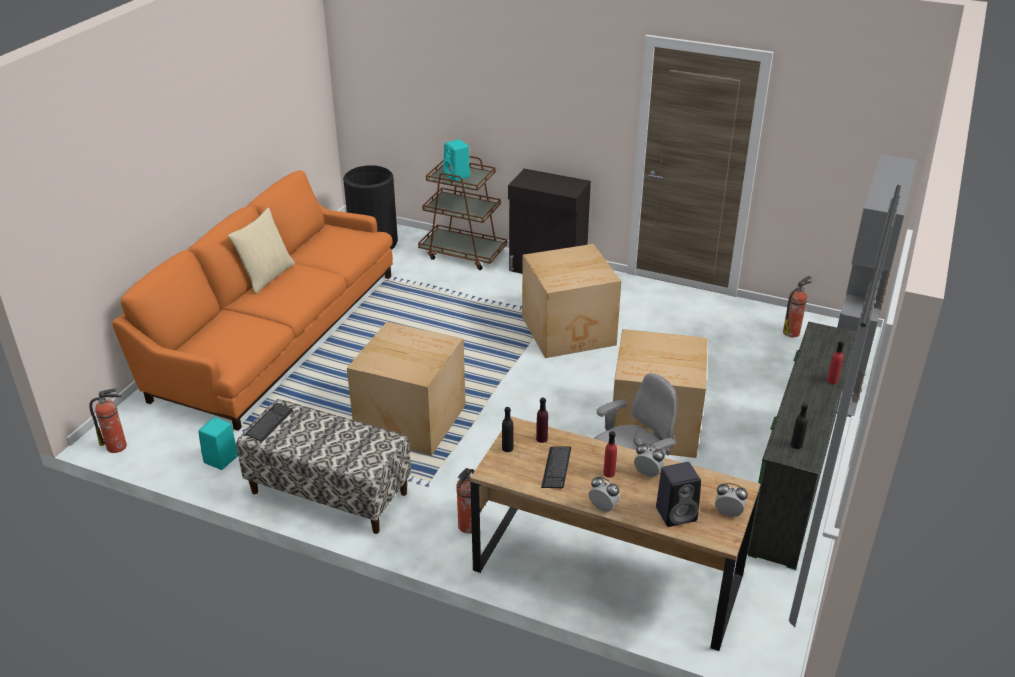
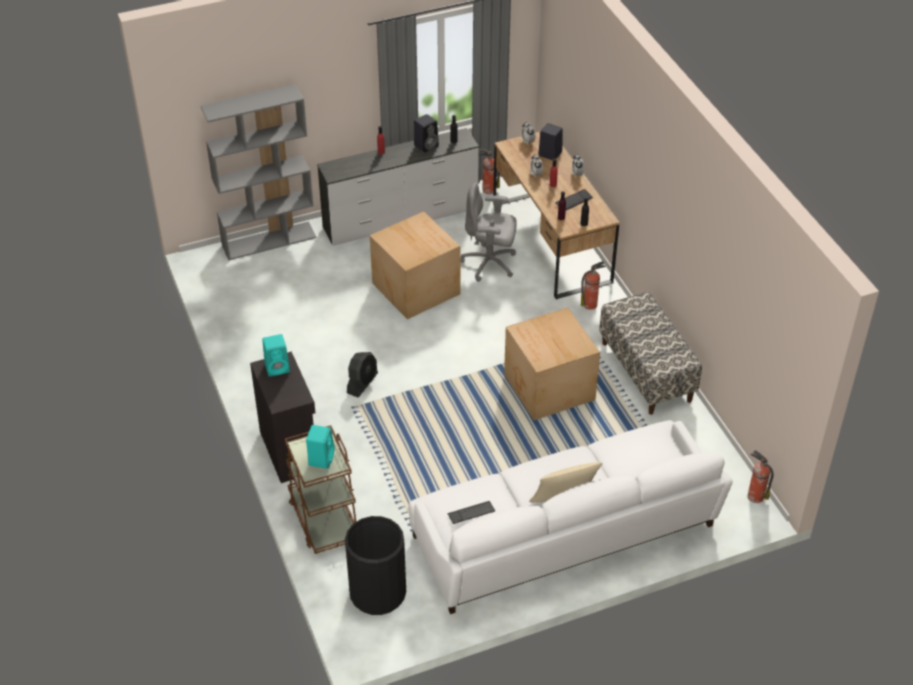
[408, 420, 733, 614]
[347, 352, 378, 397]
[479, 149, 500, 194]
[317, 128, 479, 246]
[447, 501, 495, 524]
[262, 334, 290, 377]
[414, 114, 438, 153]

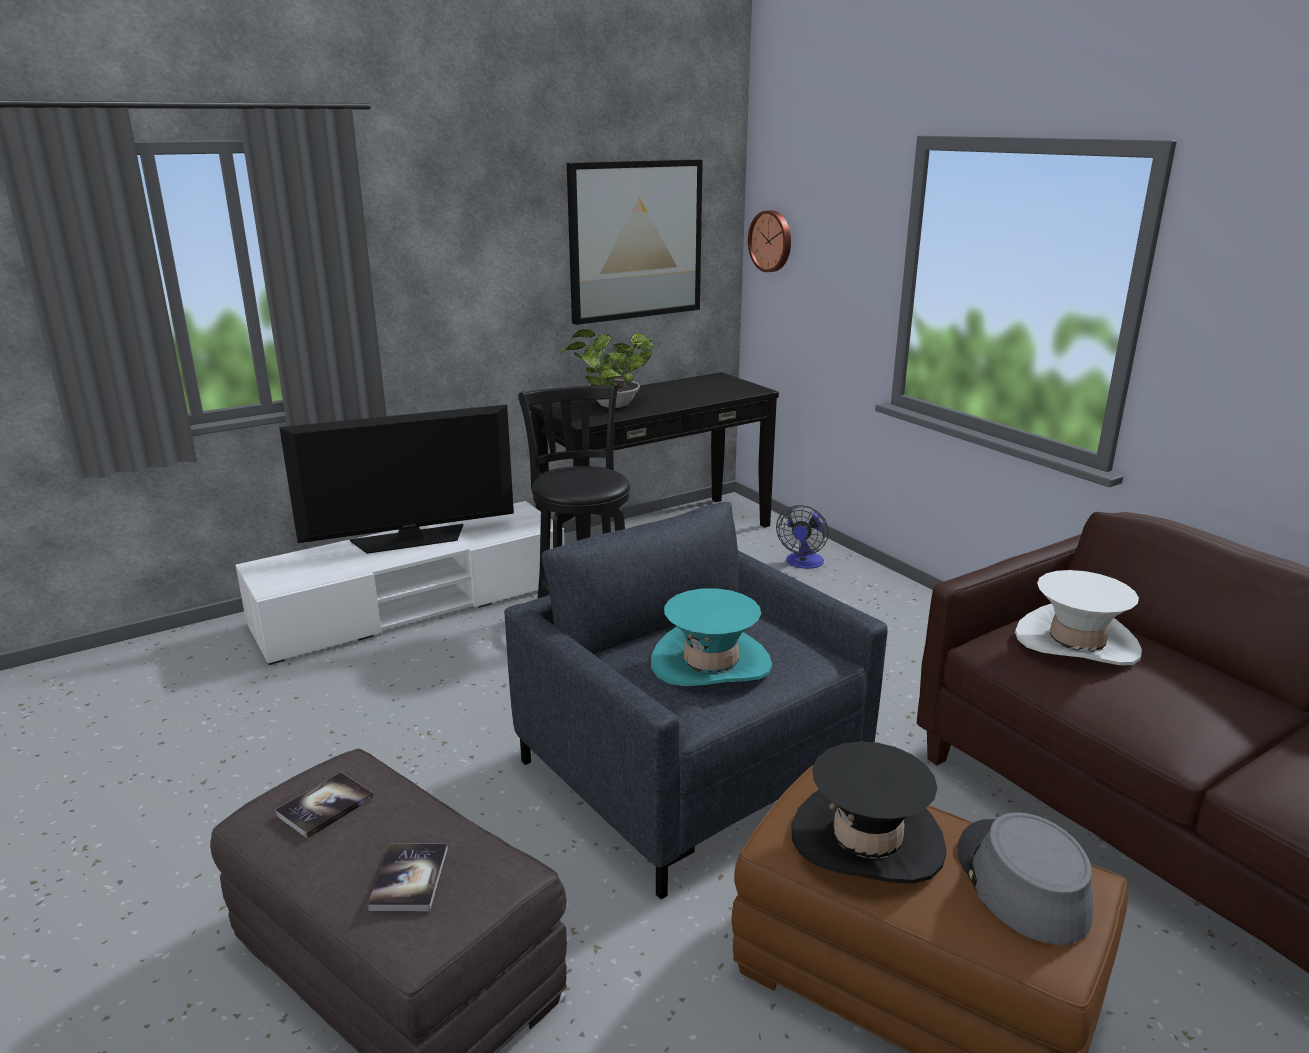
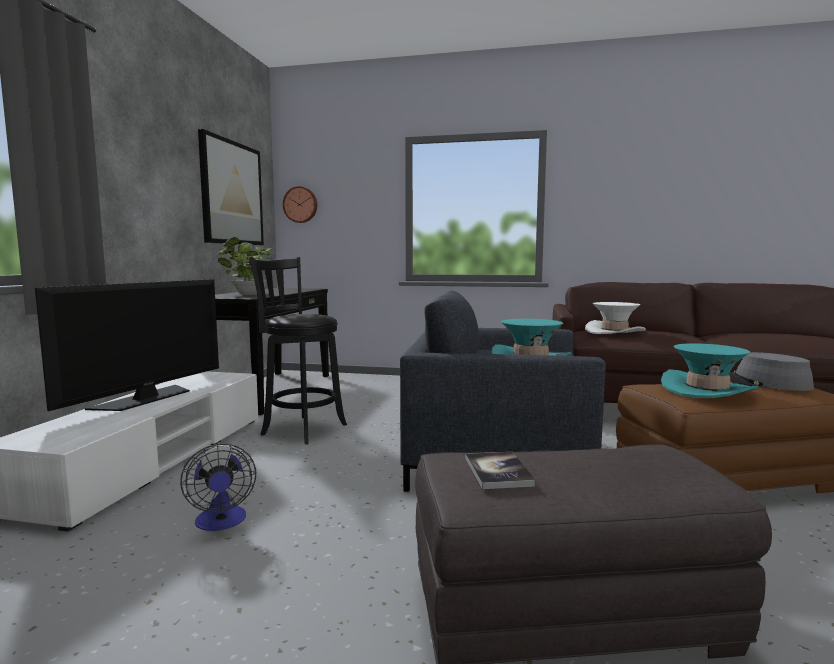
[180, 443, 256, 531]
[661, 343, 758, 398]
[367, 844, 448, 911] (first image)

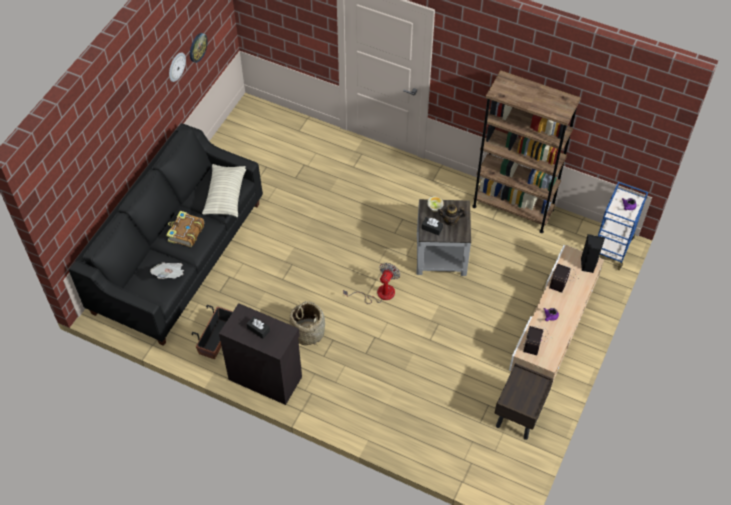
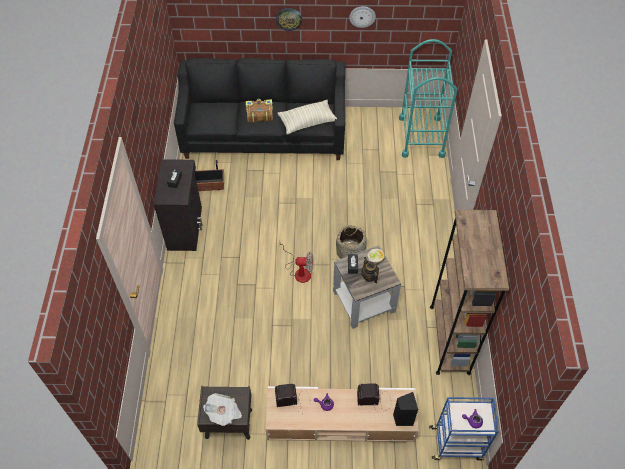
[276, 8, 302, 31]
[203, 393, 242, 426]
[336, 225, 367, 259]
[399, 39, 458, 158]

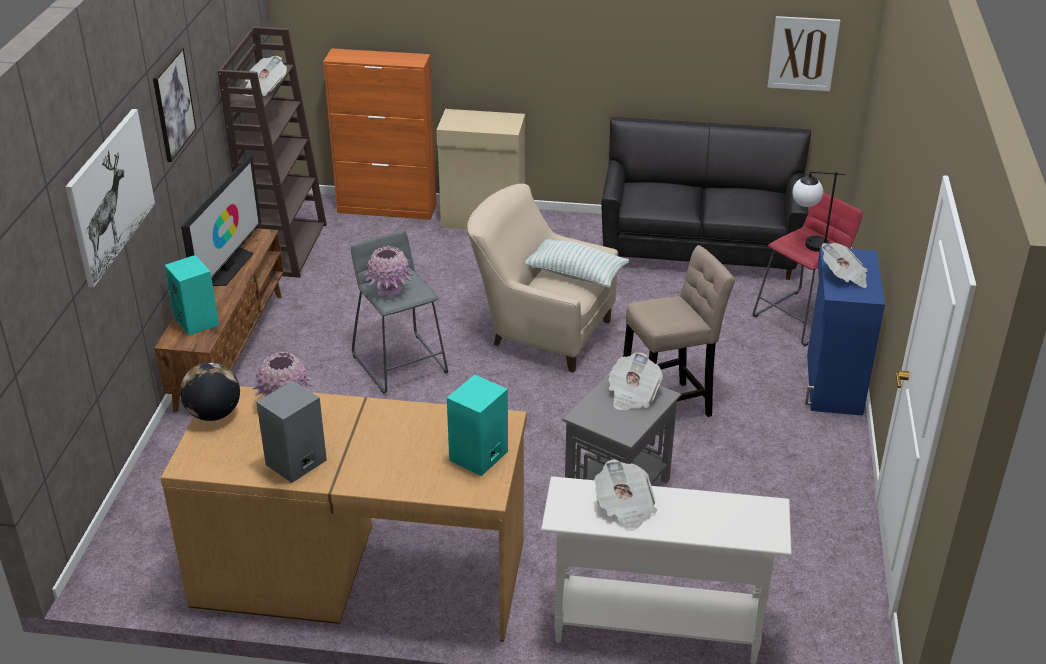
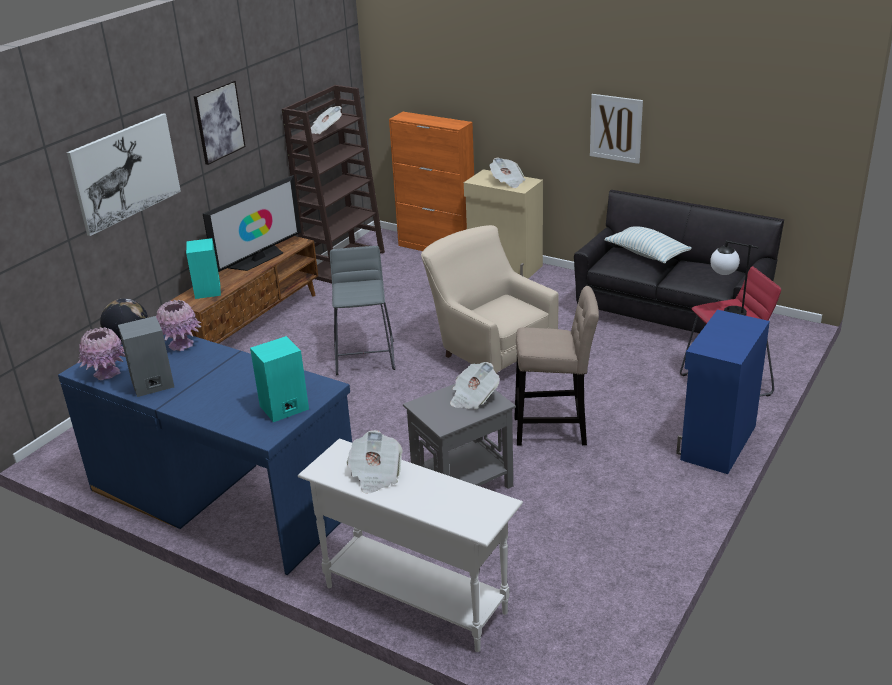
[590, 94, 643, 164]
[604, 226, 692, 264]
[489, 158, 526, 188]
[77, 327, 125, 380]
[58, 334, 352, 575]

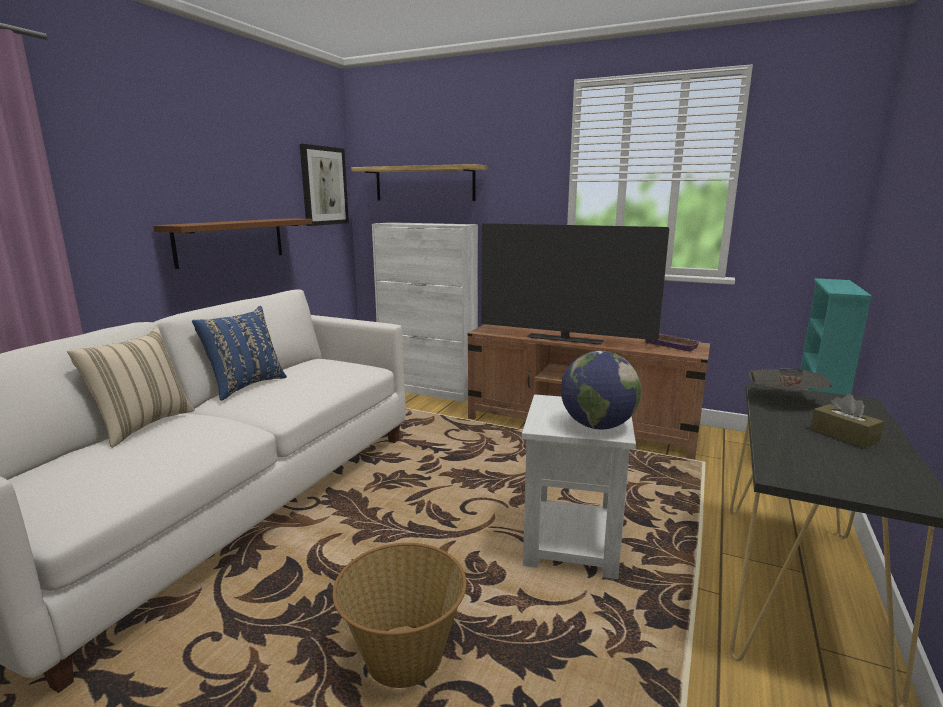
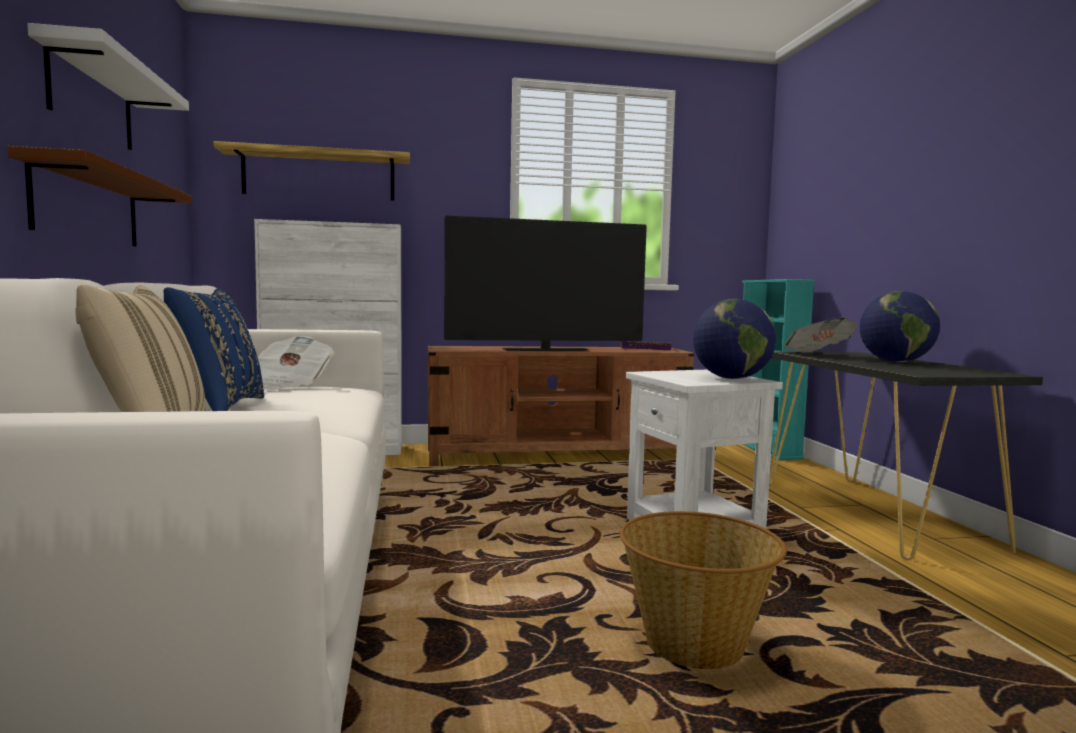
[300, 144, 349, 226] (first image)
[860, 291, 940, 362]
[27, 23, 189, 150]
[258, 336, 334, 391]

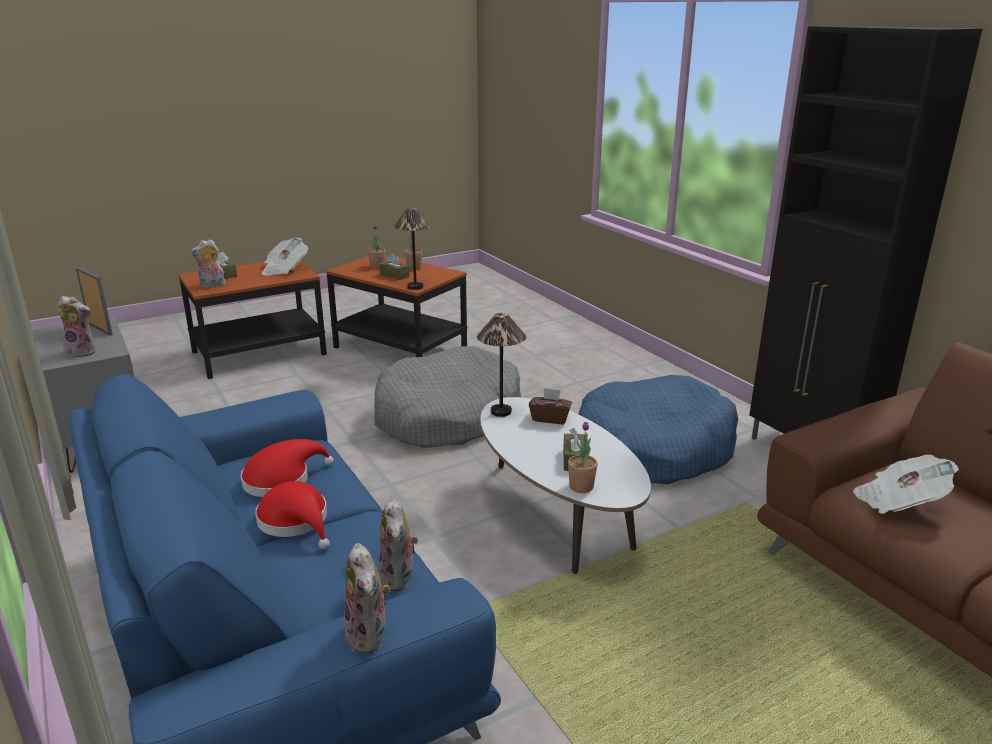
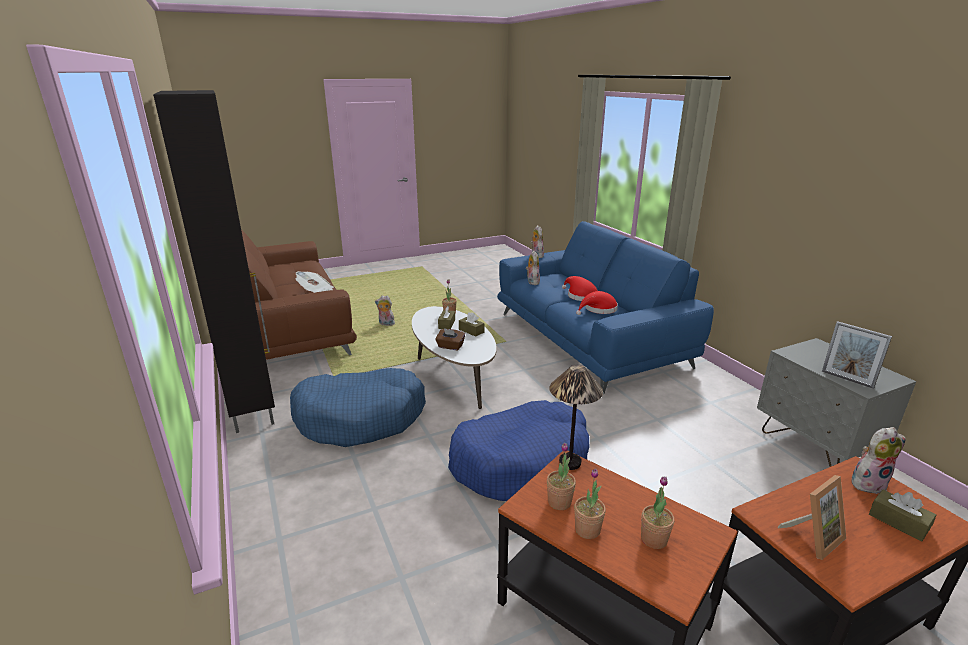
[778, 475, 846, 560]
[459, 312, 484, 337]
[375, 295, 395, 326]
[477, 313, 526, 417] (first image)
[448, 400, 589, 501]
[547, 443, 576, 510]

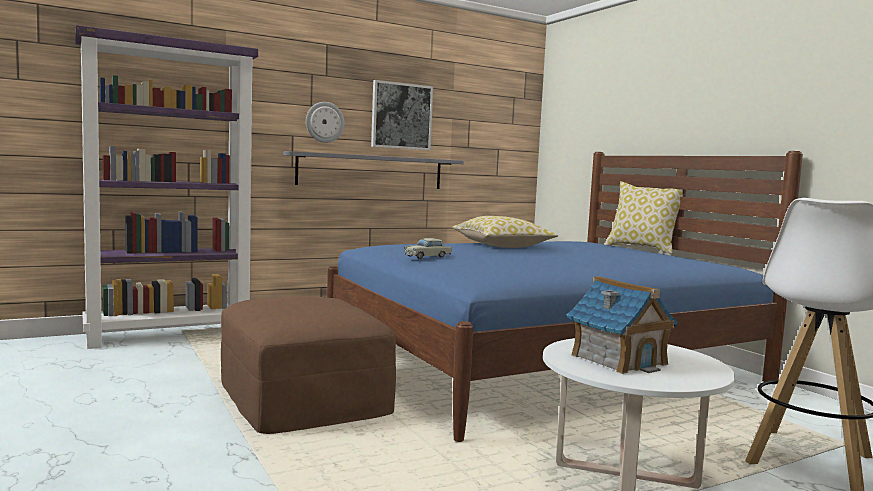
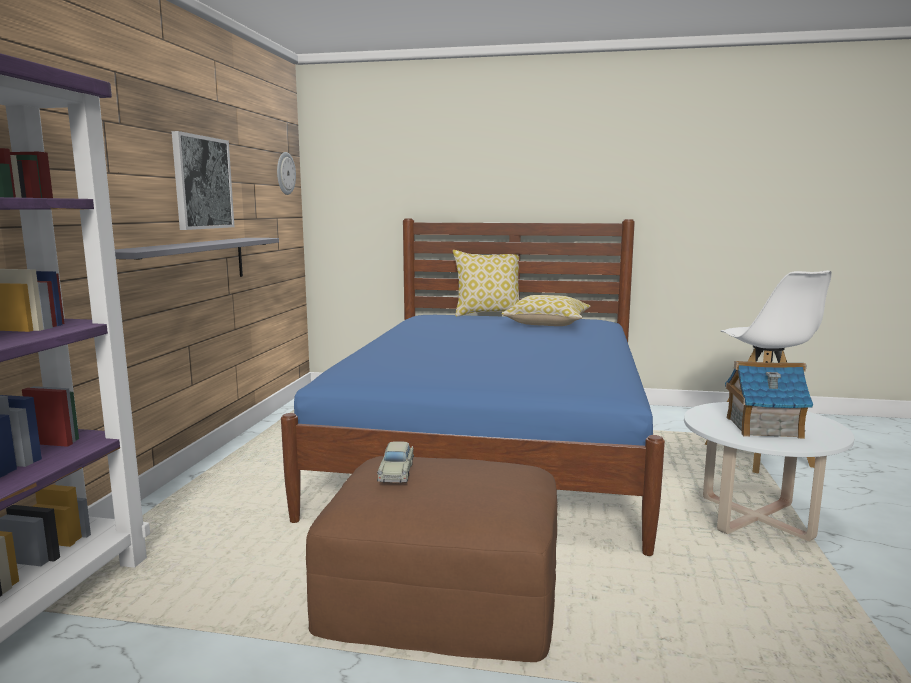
[277, 152, 296, 195]
[501, 295, 591, 326]
[377, 441, 414, 483]

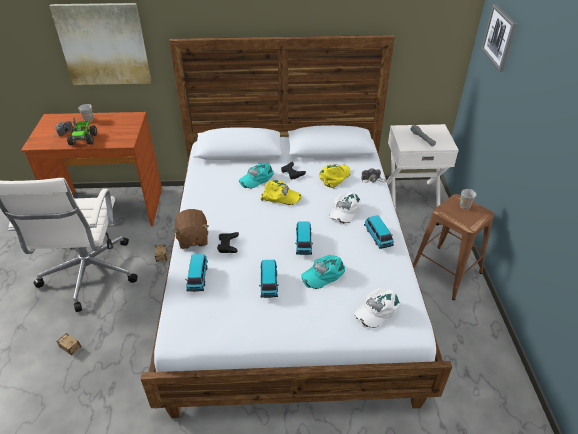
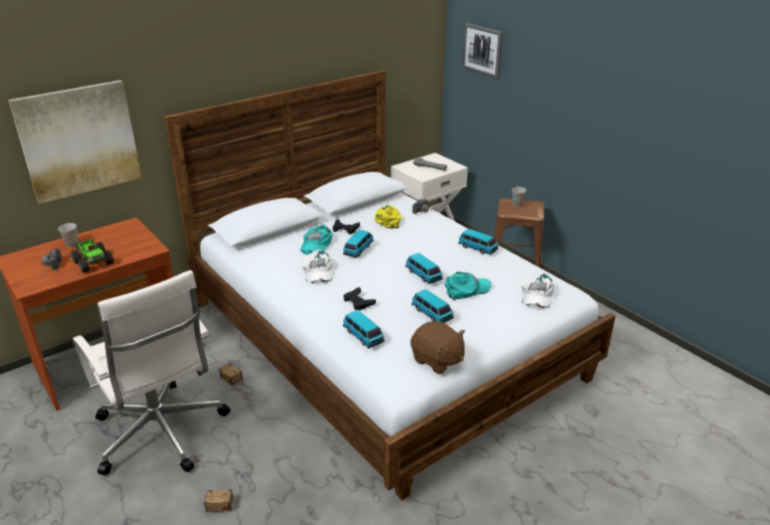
[343, 230, 374, 258]
[302, 249, 332, 284]
[411, 321, 465, 374]
[445, 272, 491, 301]

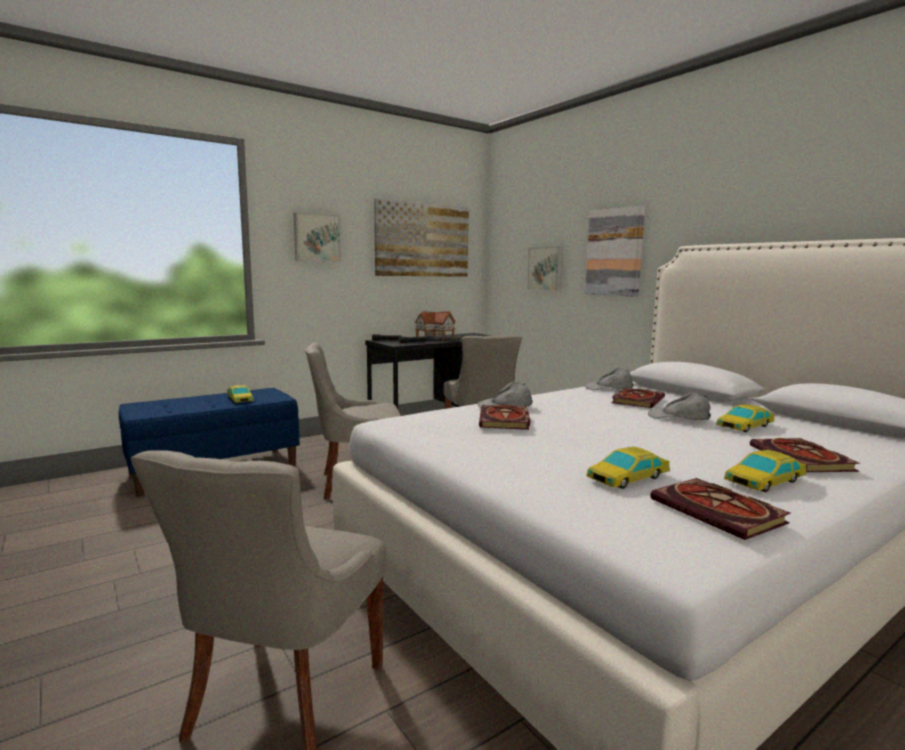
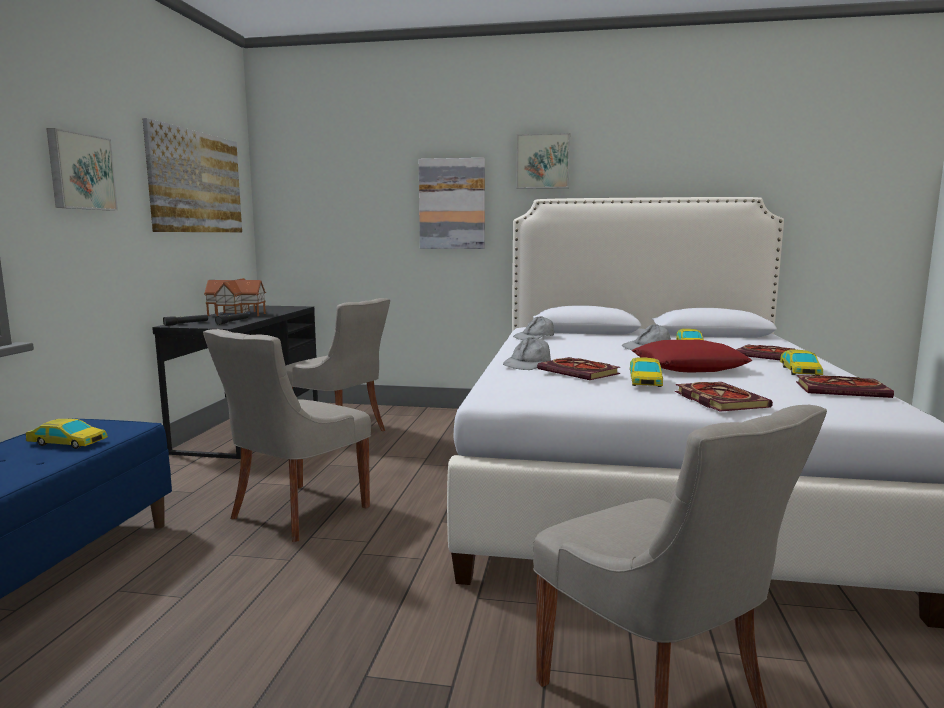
[516, 133, 570, 189]
[675, 382, 773, 412]
[630, 357, 663, 387]
[632, 340, 752, 373]

